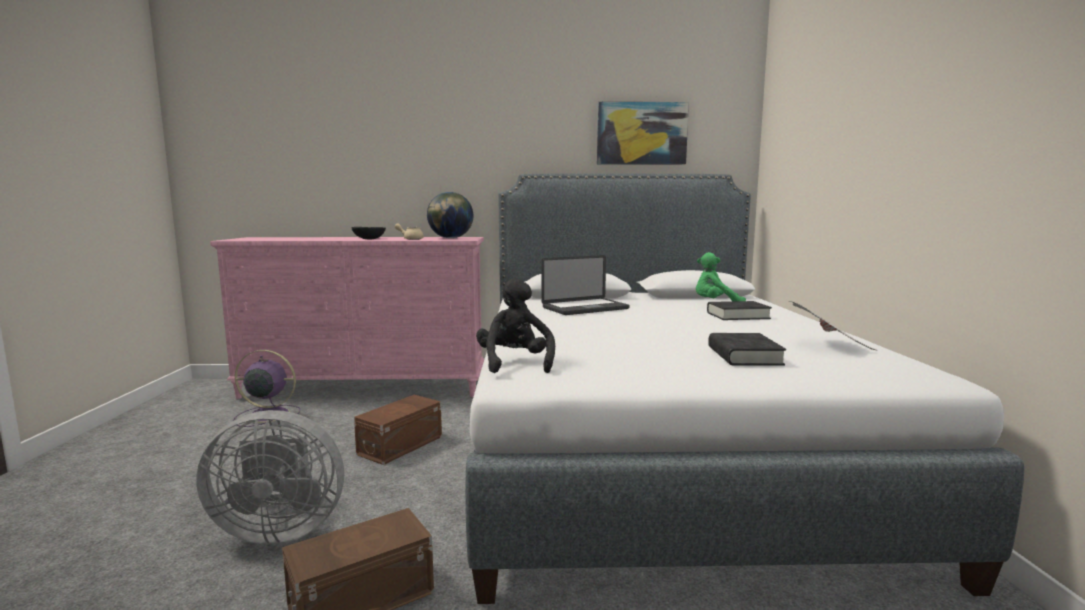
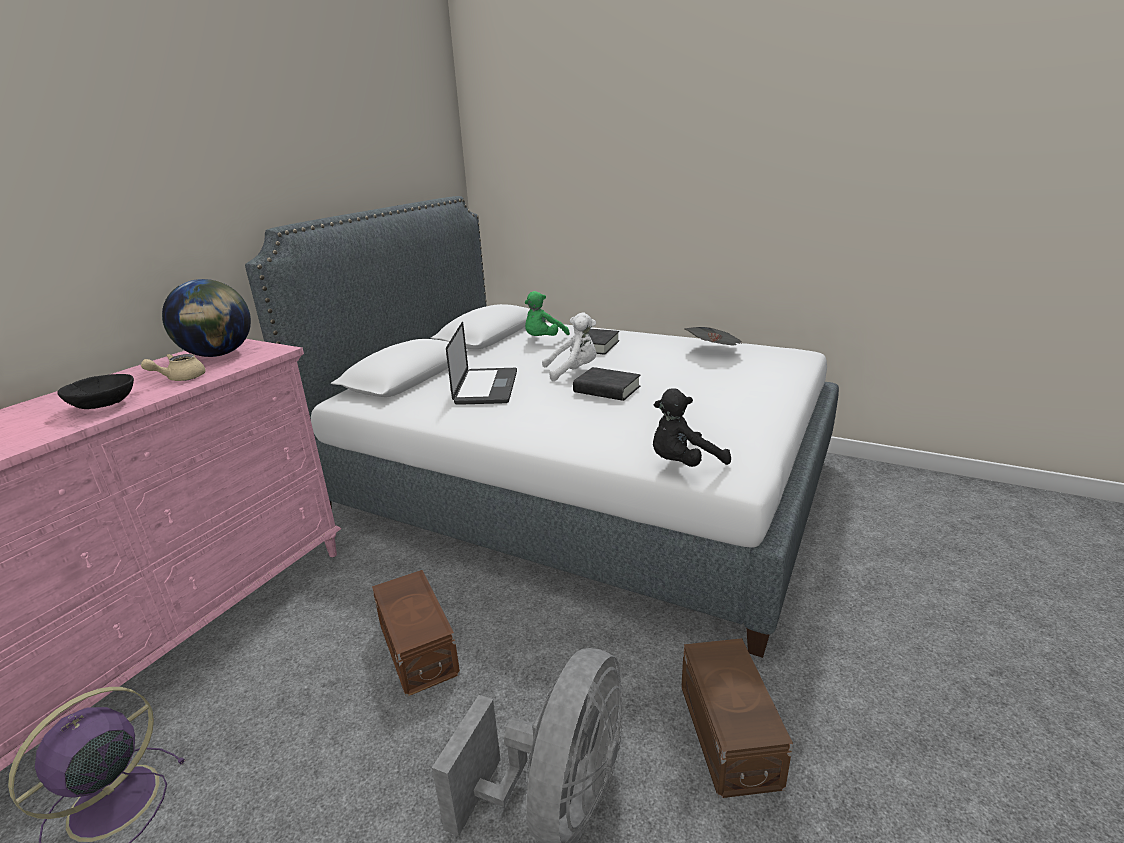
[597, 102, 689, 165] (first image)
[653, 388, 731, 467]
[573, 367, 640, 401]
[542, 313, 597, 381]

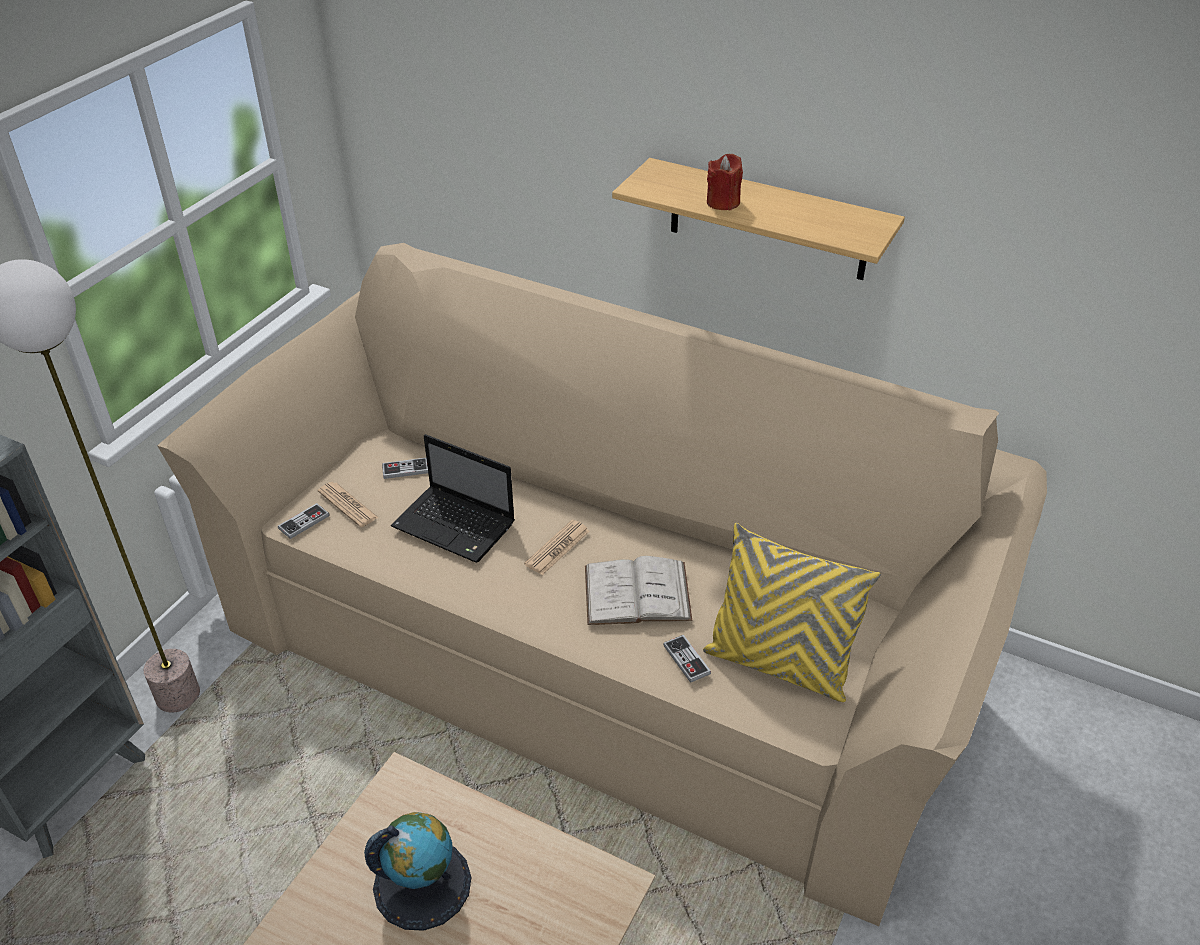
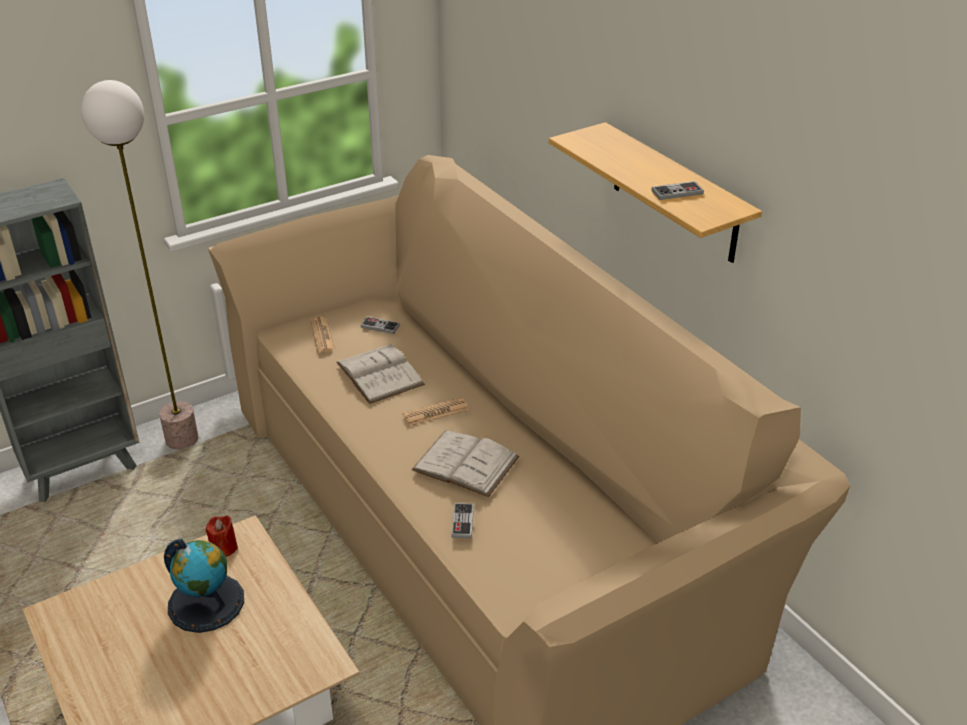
[206, 515, 238, 557]
[336, 343, 425, 404]
[651, 181, 704, 200]
[703, 523, 881, 702] (first image)

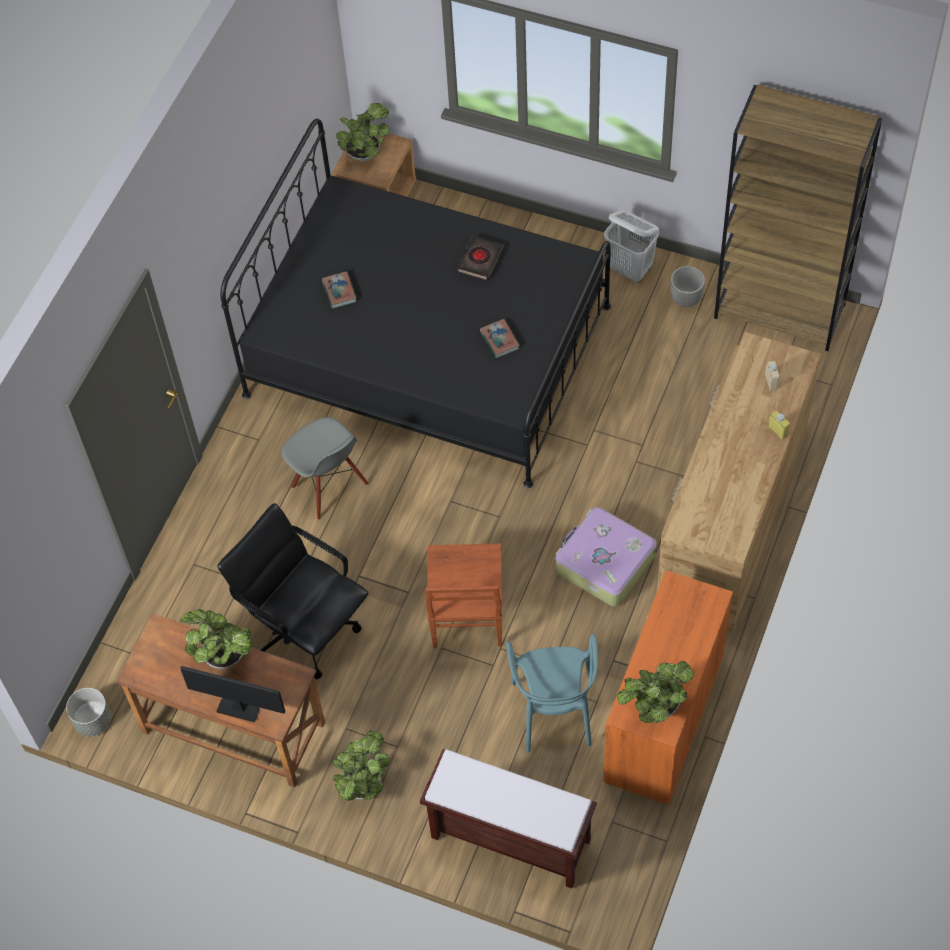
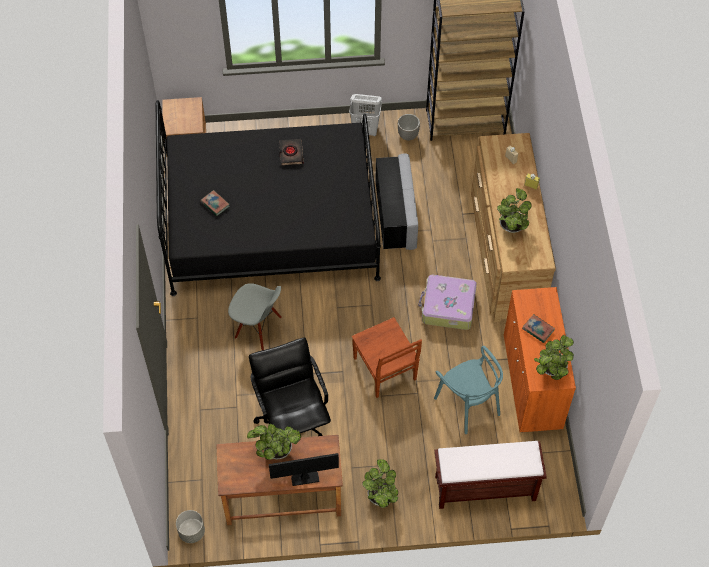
[497, 188, 532, 233]
[522, 314, 555, 343]
[249, 338, 331, 436]
[375, 153, 418, 250]

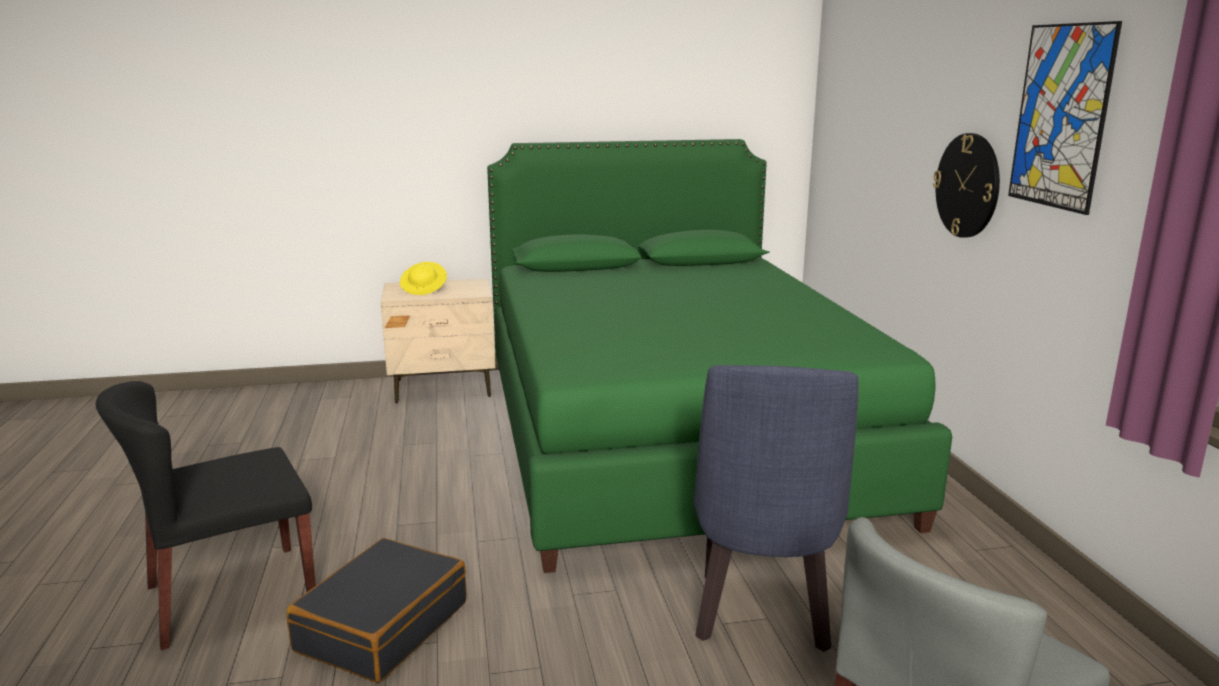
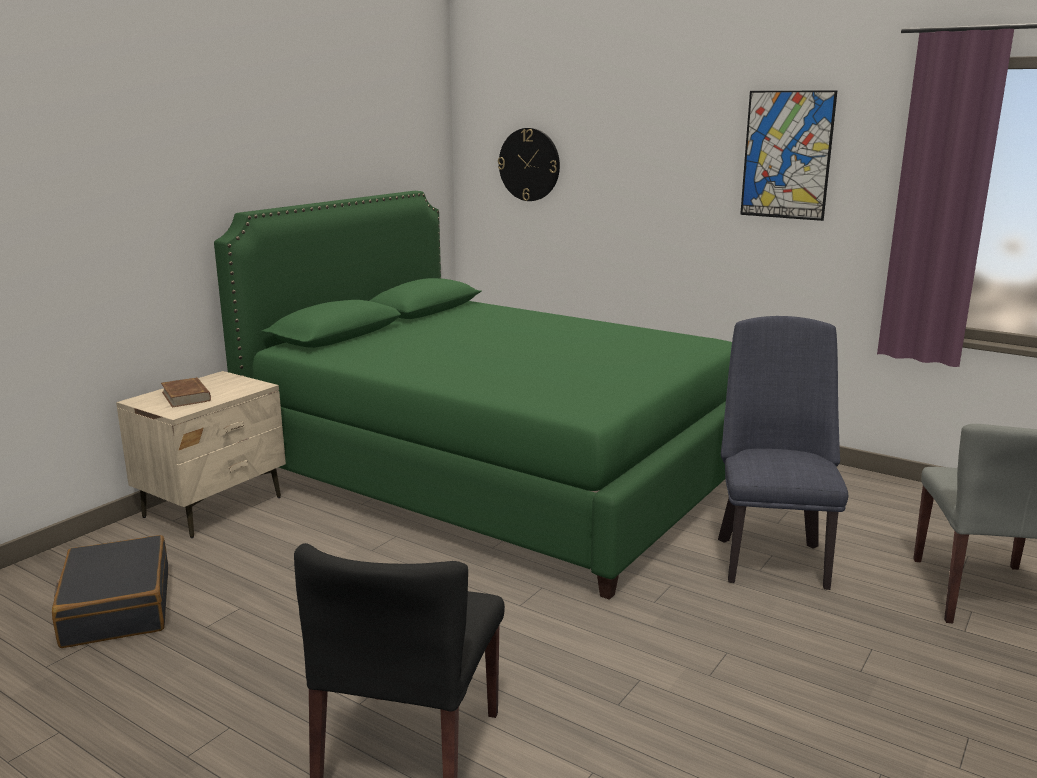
[498, 128, 560, 201]
[161, 377, 211, 407]
[718, 316, 848, 590]
[52, 535, 168, 648]

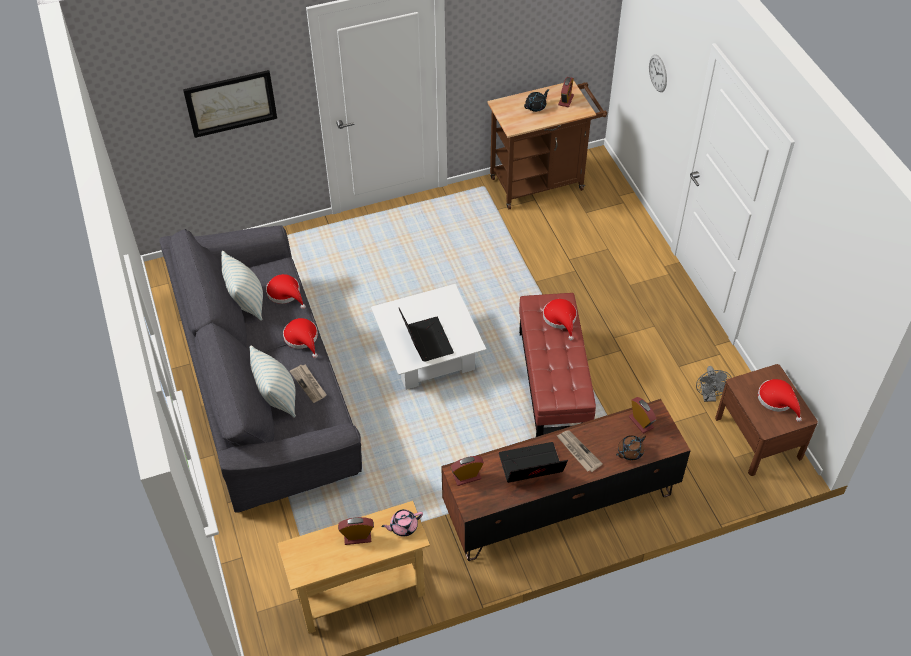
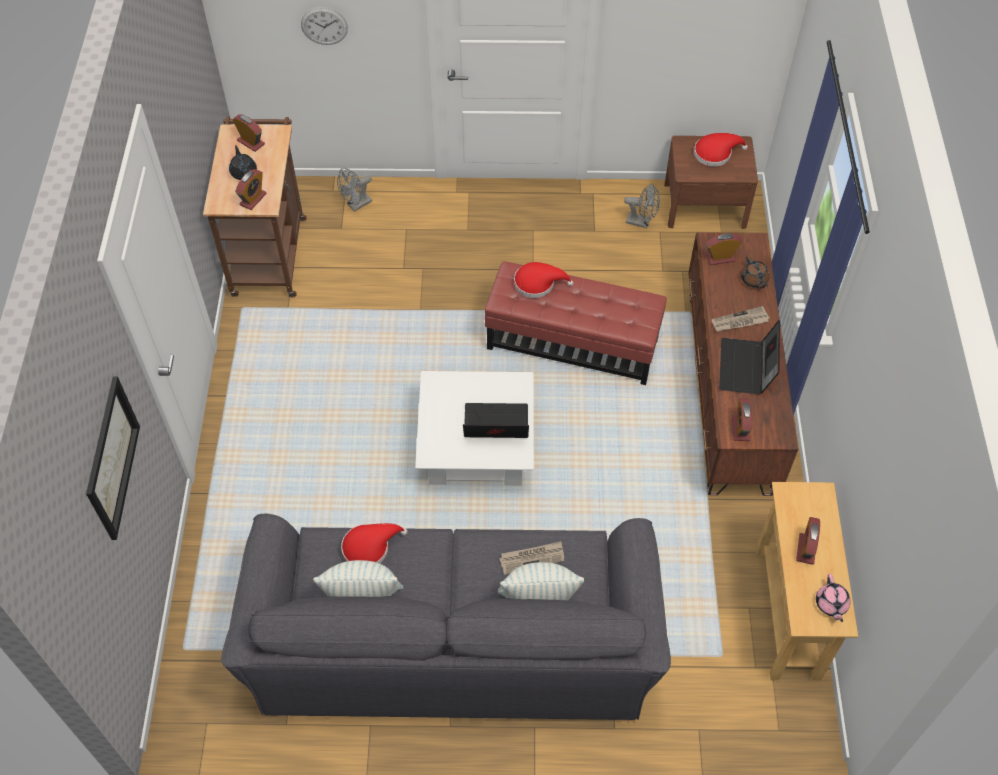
[283, 318, 318, 358] (first image)
[816, 574, 851, 622]
[337, 168, 372, 211]
[235, 169, 267, 210]

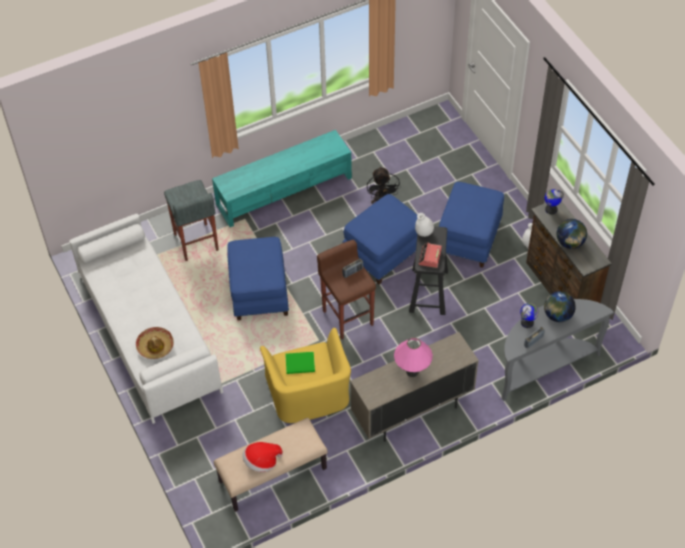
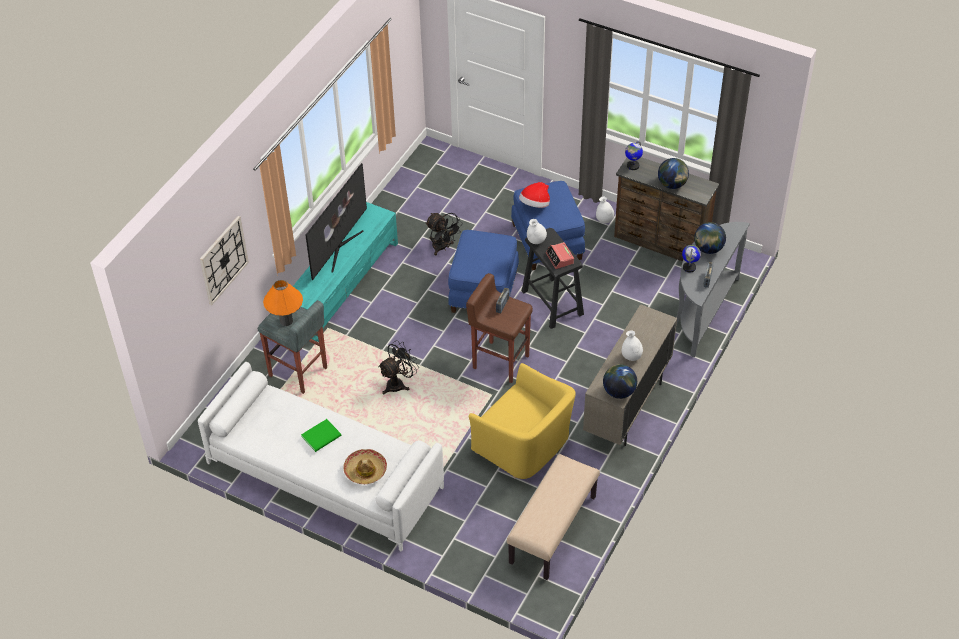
[378, 340, 419, 394]
[622, 330, 643, 361]
[301, 419, 342, 452]
[519, 182, 550, 208]
[305, 163, 367, 280]
[200, 216, 249, 305]
[263, 280, 303, 326]
[603, 364, 637, 399]

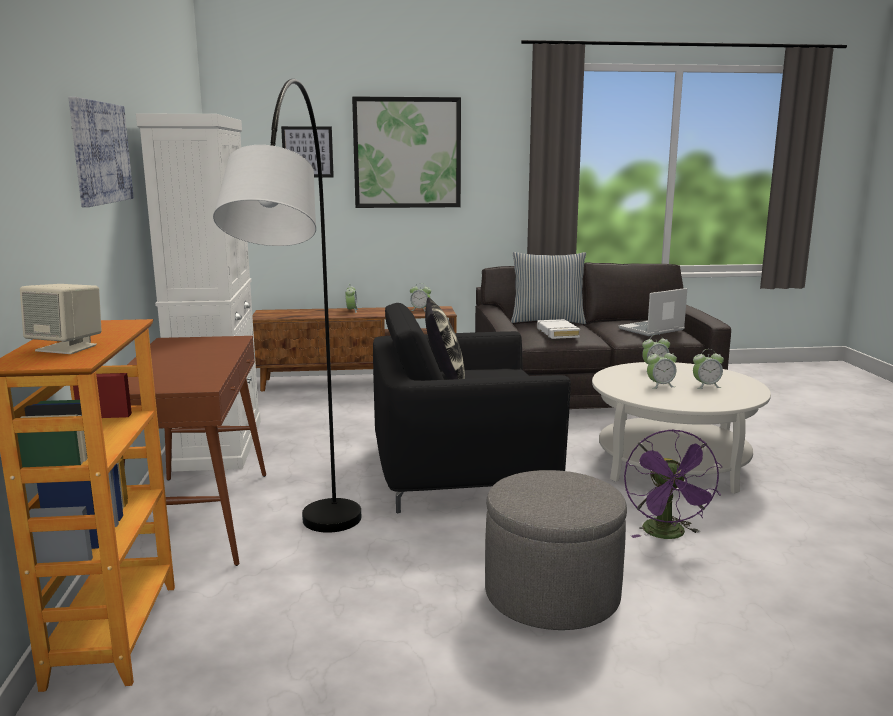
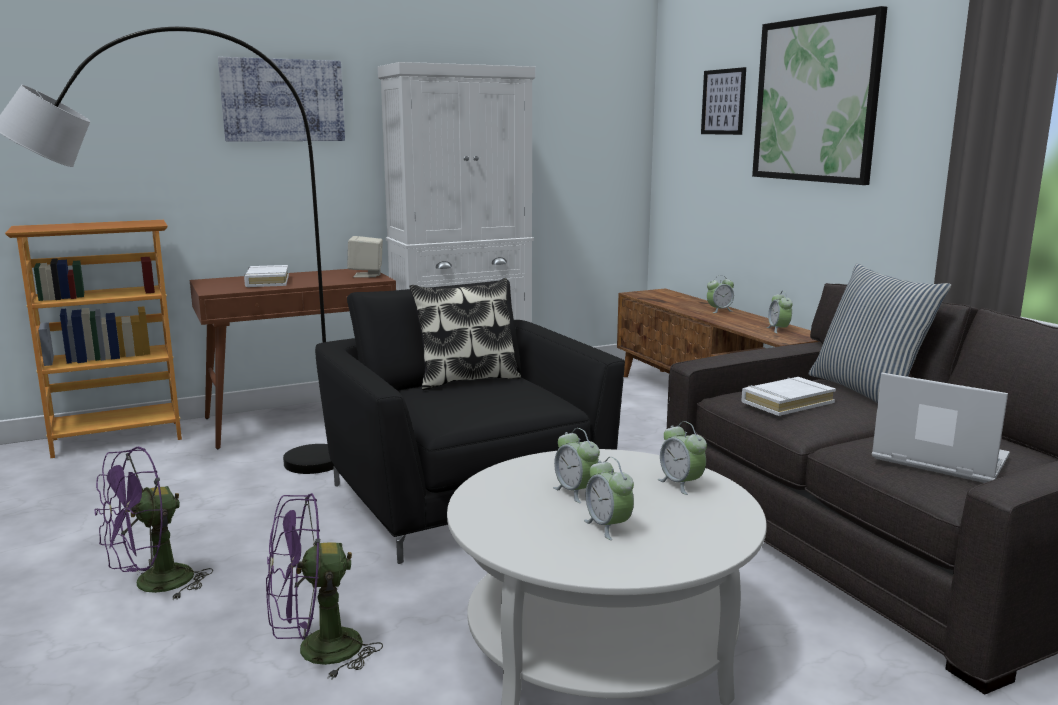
[347, 236, 383, 278]
[95, 446, 213, 600]
[244, 265, 289, 287]

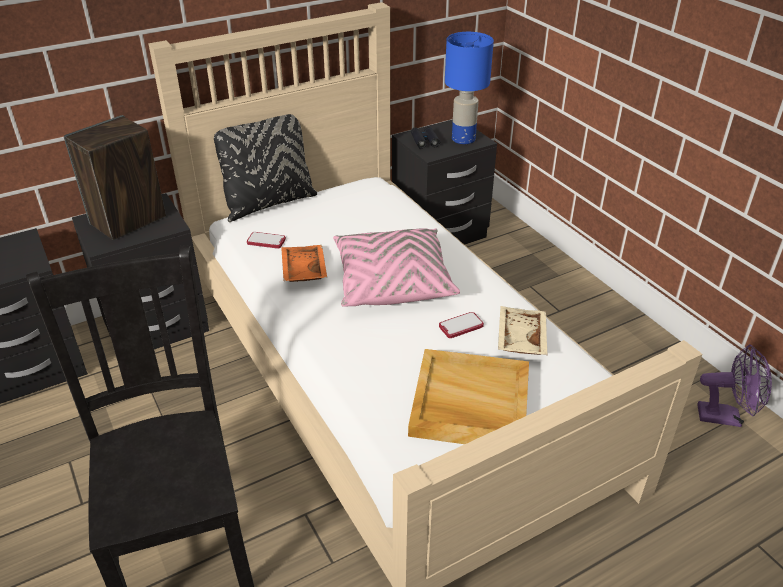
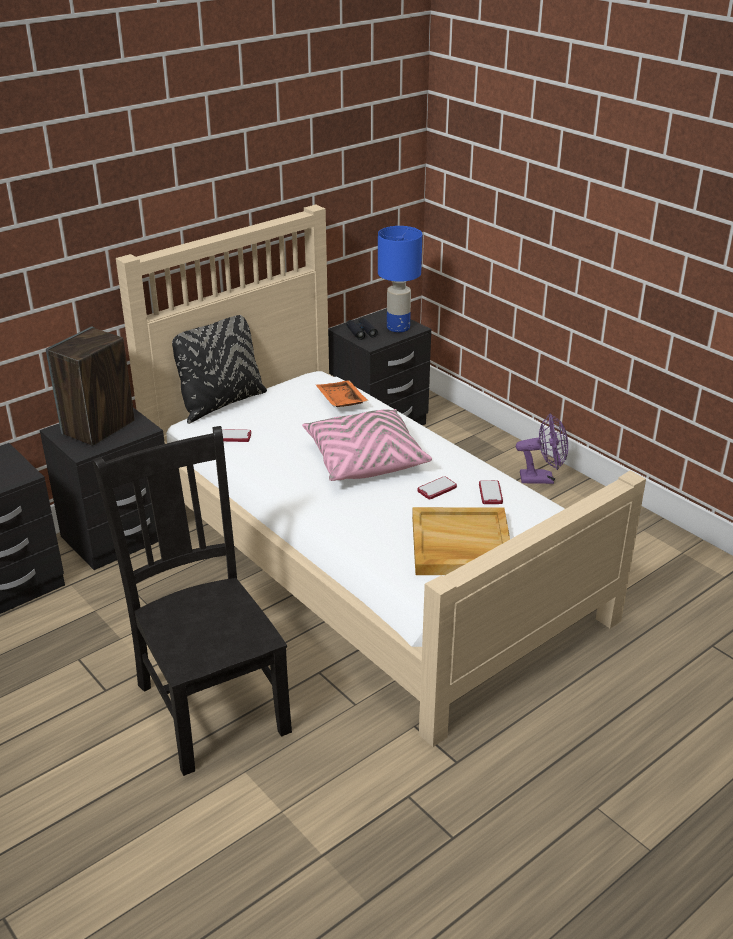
[316, 380, 368, 407]
[479, 480, 503, 504]
[516, 414, 568, 484]

